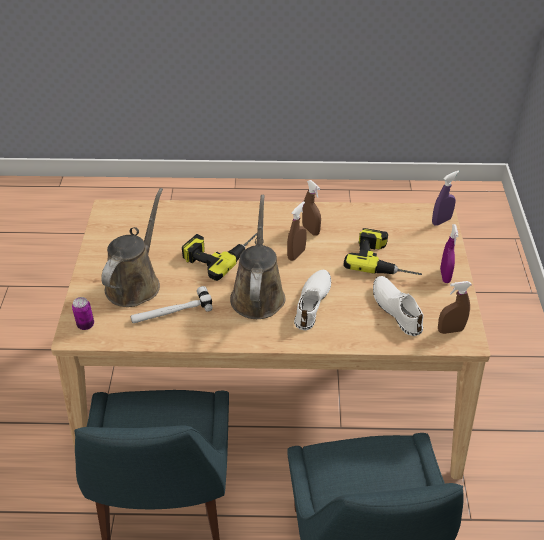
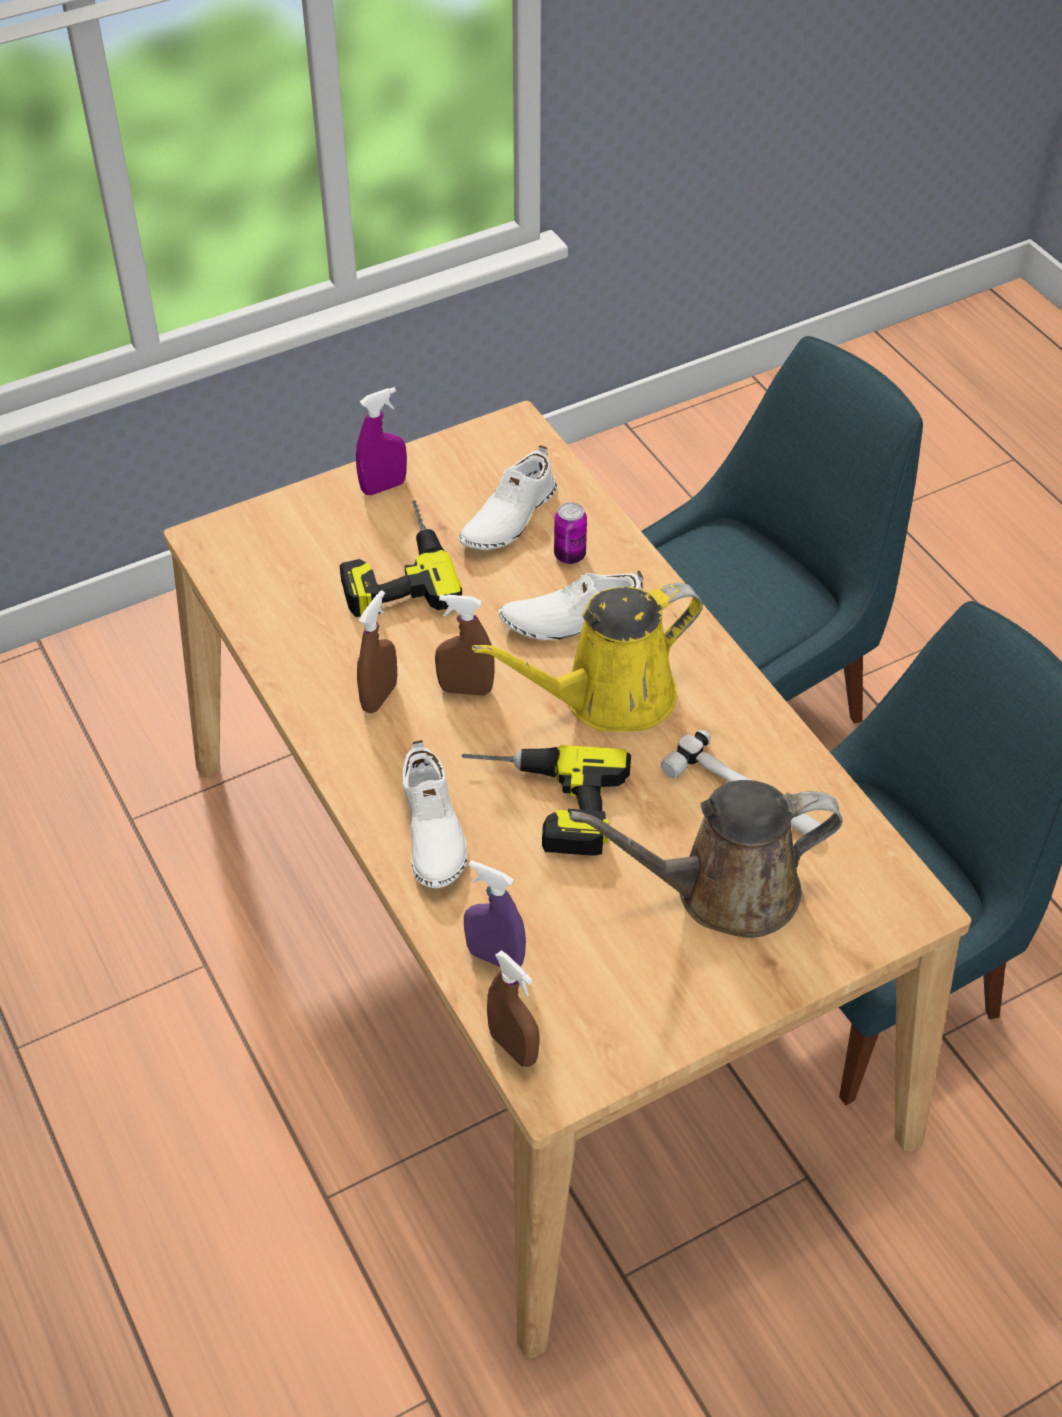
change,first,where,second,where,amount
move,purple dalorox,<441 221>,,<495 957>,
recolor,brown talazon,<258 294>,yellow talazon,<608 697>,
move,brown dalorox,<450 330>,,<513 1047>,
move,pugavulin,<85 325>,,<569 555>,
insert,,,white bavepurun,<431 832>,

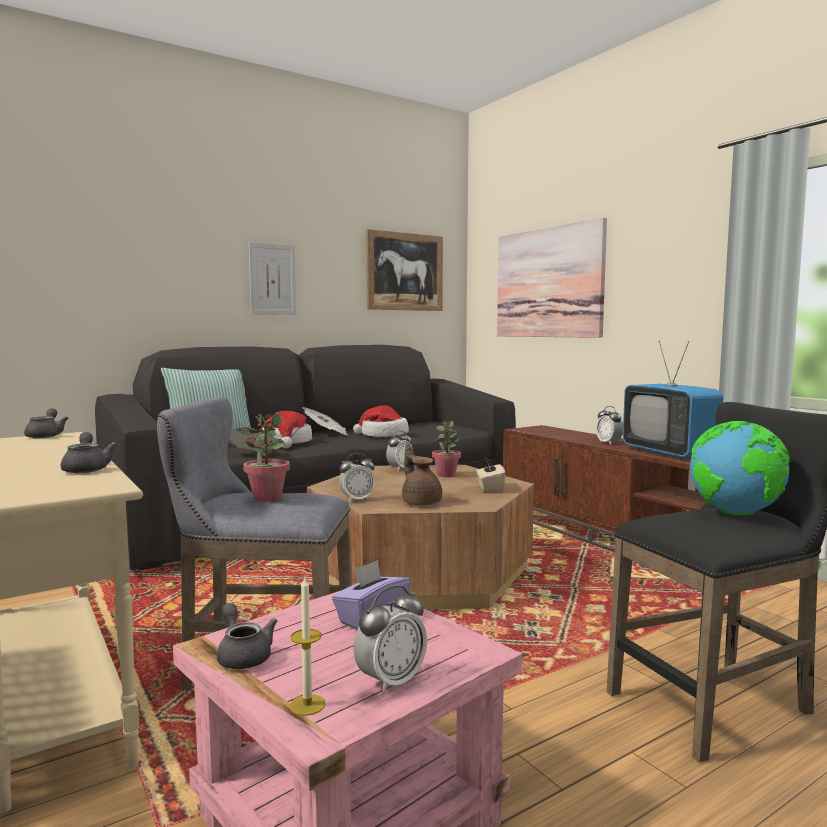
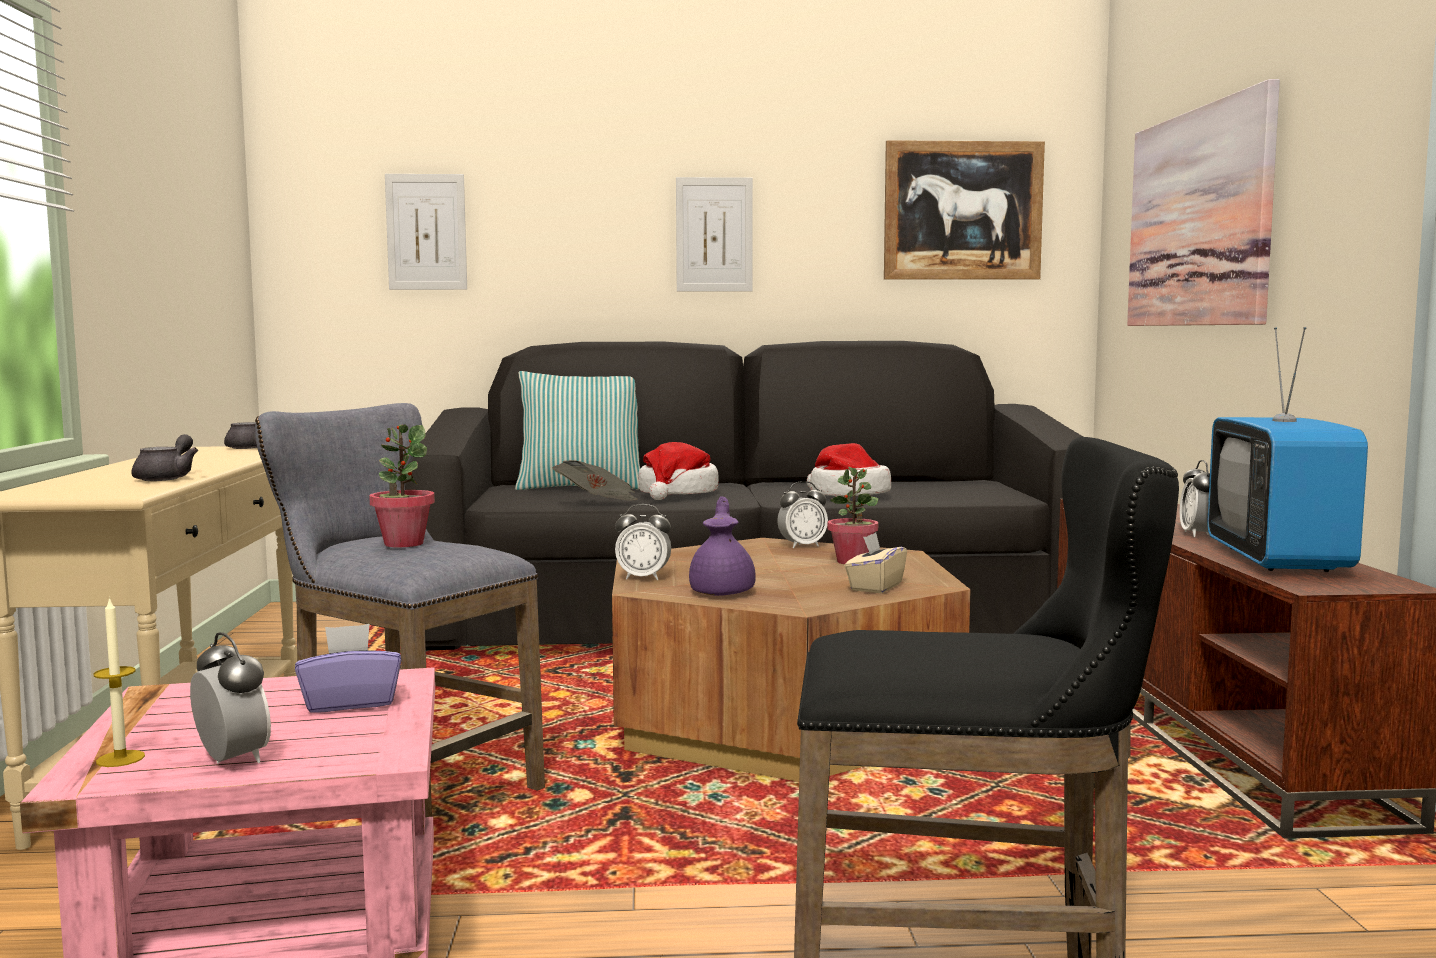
change,first,where,second,where,amount
delete,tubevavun,<326 434>,,,
delete,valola,<736 513>,,,
recolor,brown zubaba,<421 502>,purple zubaba,<723 592>,
rotate,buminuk,<391 681>,,<232 760>,120 degrees counterclockwise
delete,grey zubaba,<243 655>,,,
insert,,,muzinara,<426 232>,

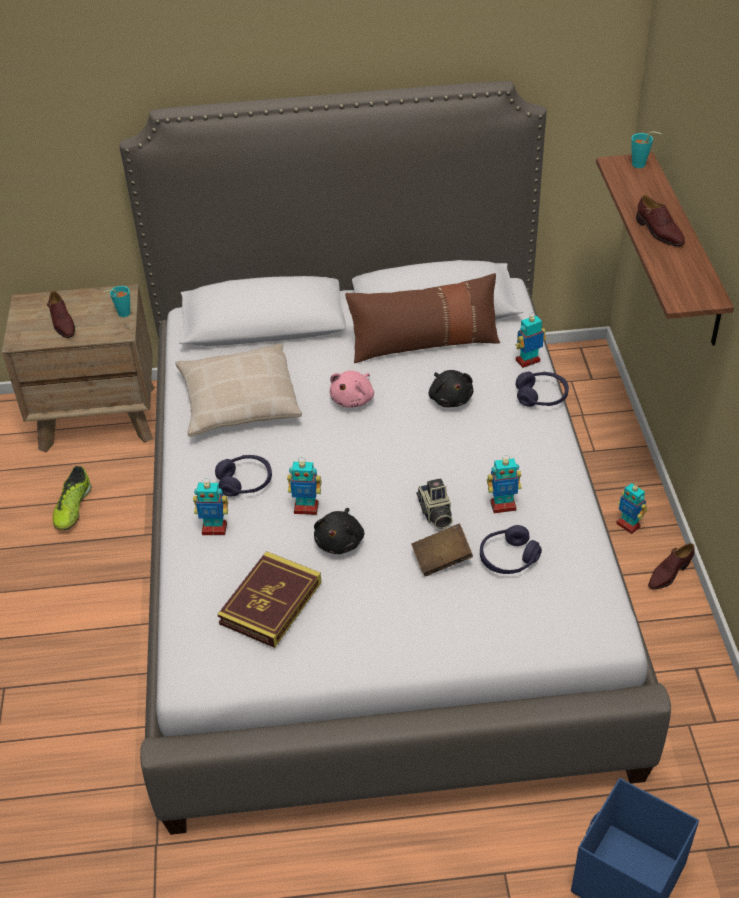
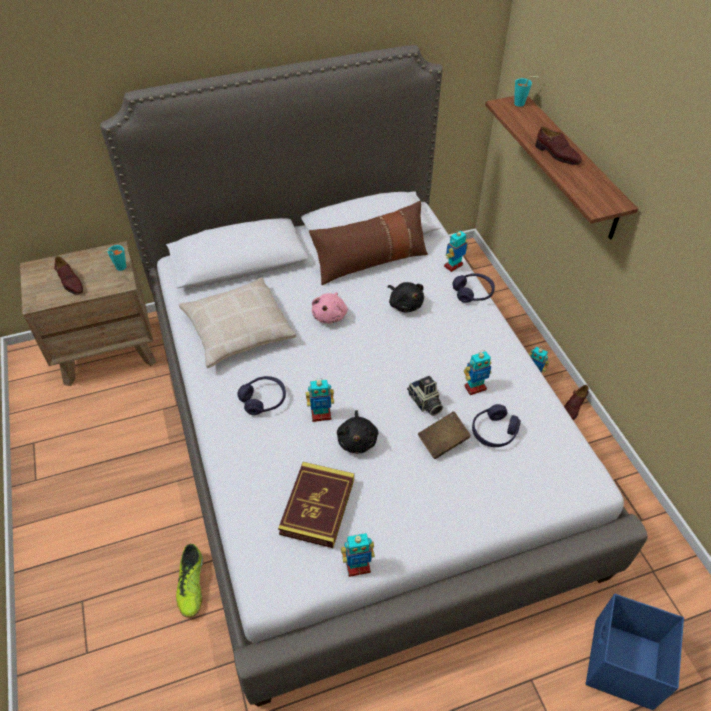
change,first,where,second,where,amount
move,bavepurun,<73 508>,,<191 585>,
move,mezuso,<214 529>,,<358 567>,

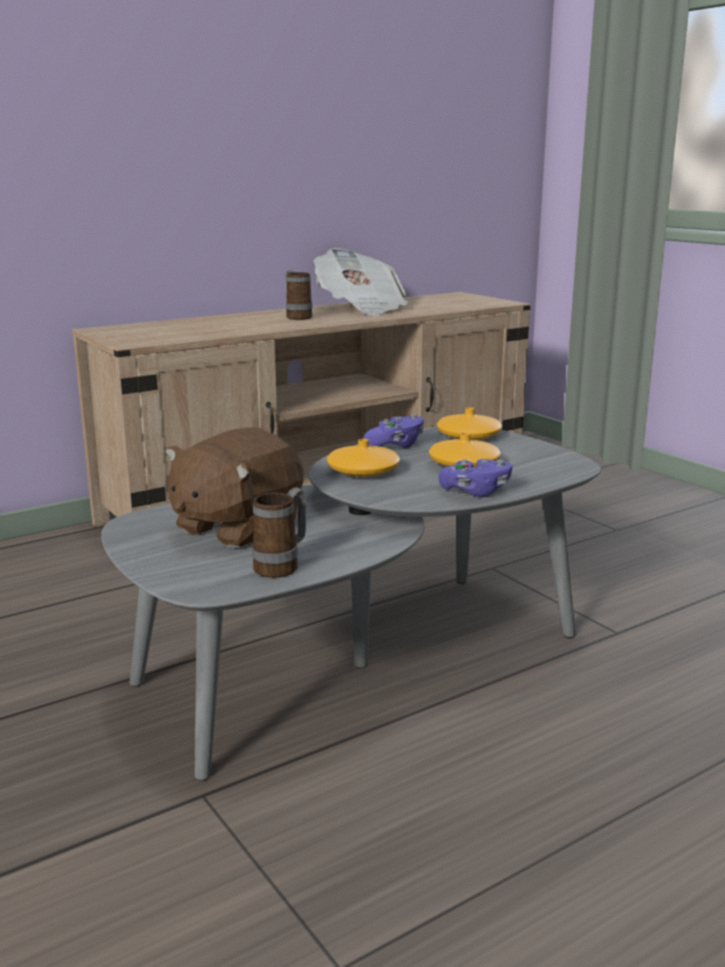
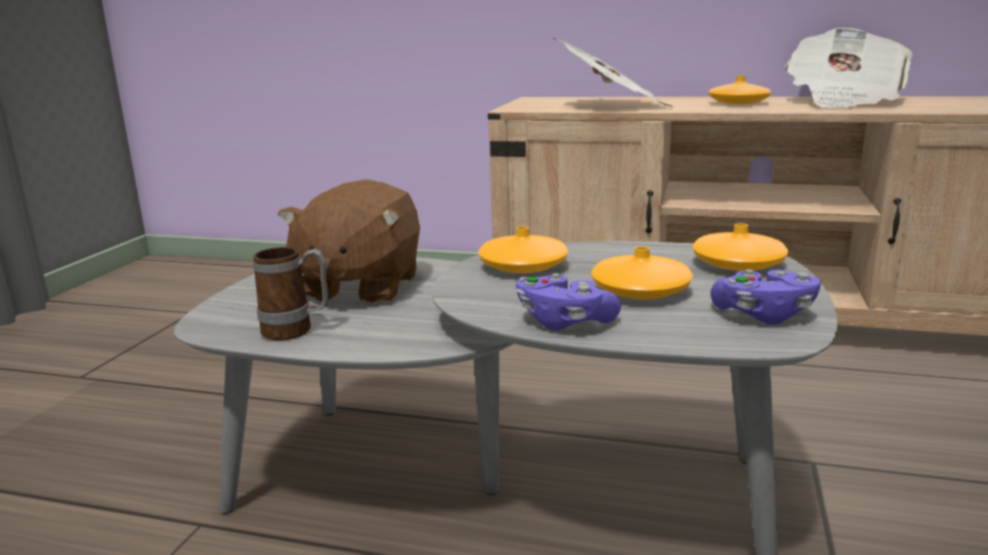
change,first,where,second,where,amount
replace,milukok,<297 317>,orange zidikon,<738 103>,
move,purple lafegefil,<396 445>,,<763 315>,
rotate,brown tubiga,<235 528>,,<360 287>,75 degrees counterclockwise
insert,,,tubevavun,<613 106>,

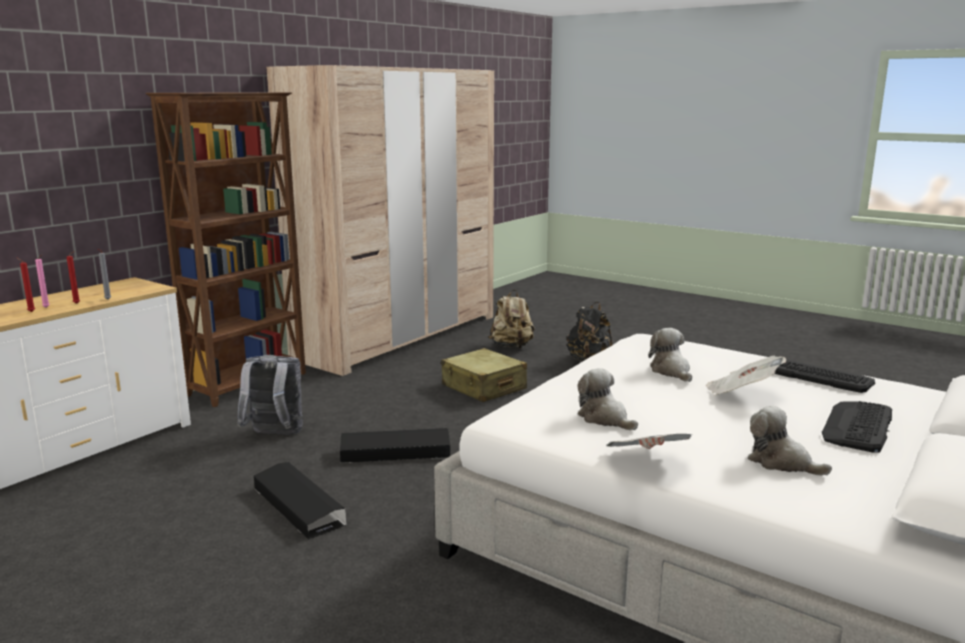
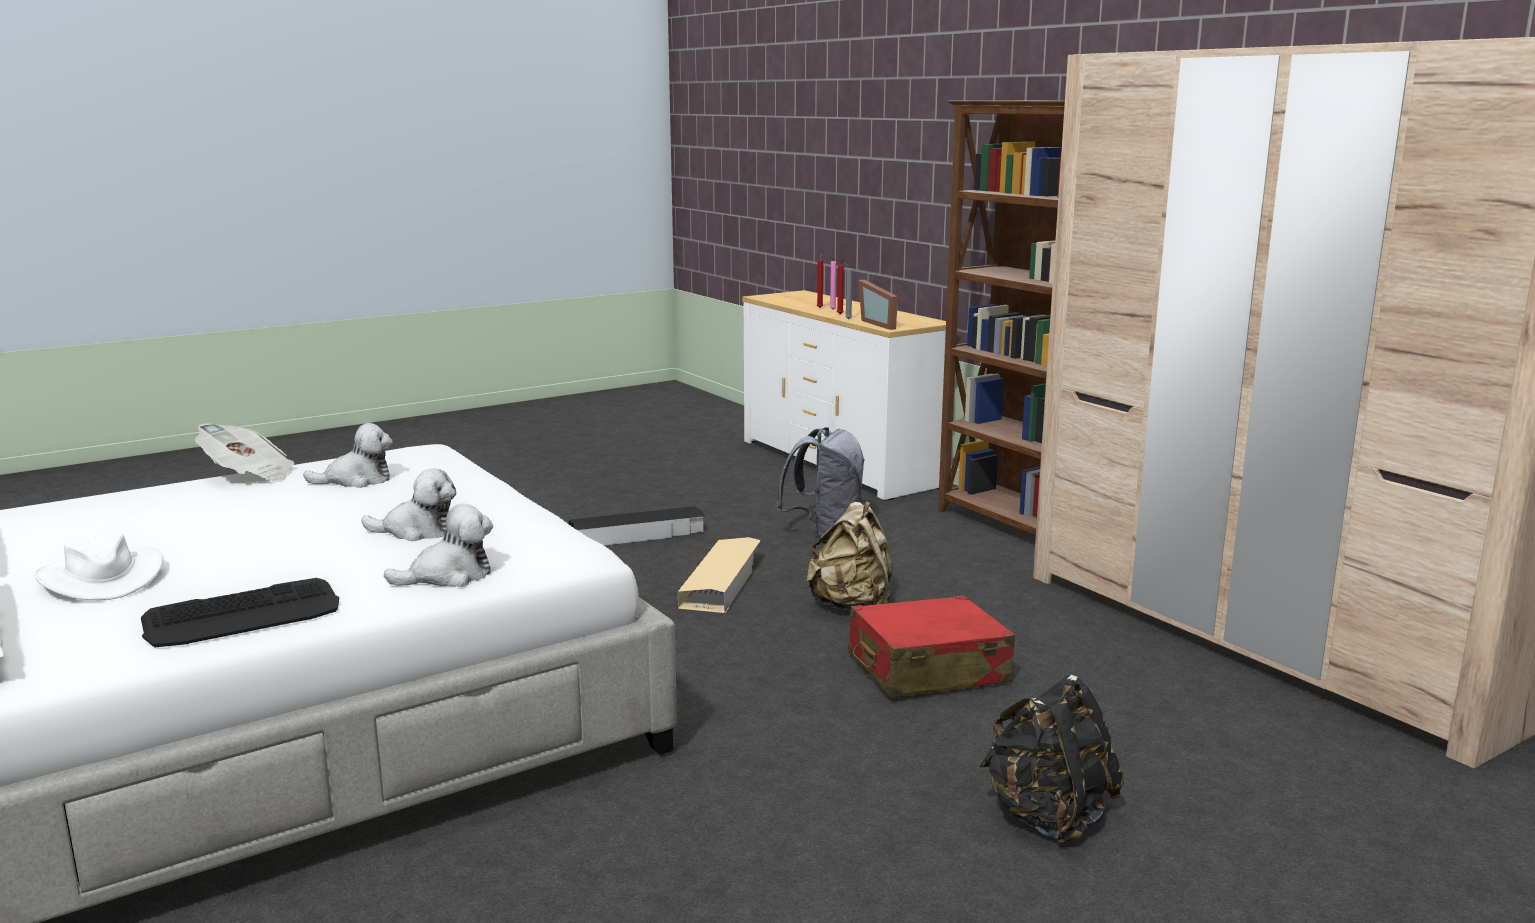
change,first,where,second,where,amount
move,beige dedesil,<512 347>,,<851 606>,
recolor,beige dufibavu,<484 387>,red dufibavu,<927 670>,
delete,tubevavun,<741 393>,,,
replace,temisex,<858 426>,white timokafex,<101 578>,
move,tubiga,<781 462>,,<448 576>,
recolor,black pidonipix,<395 452>,beige pidonipix,<722 583>,
insert,,,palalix,<882 324>,

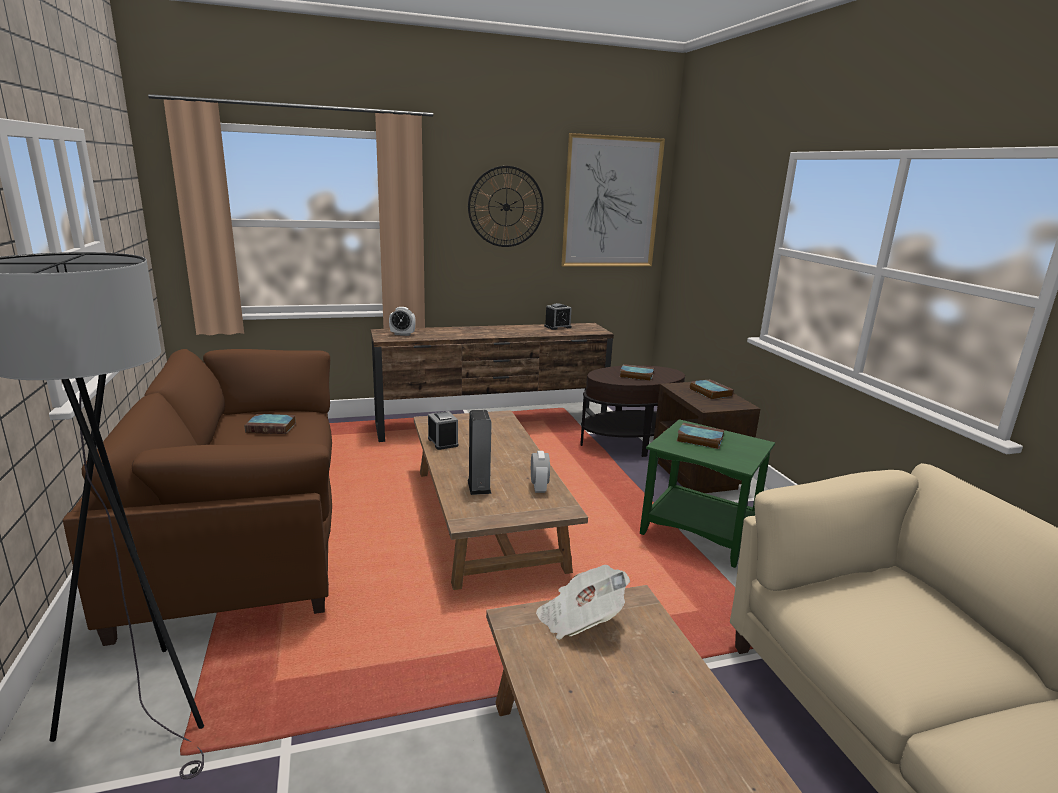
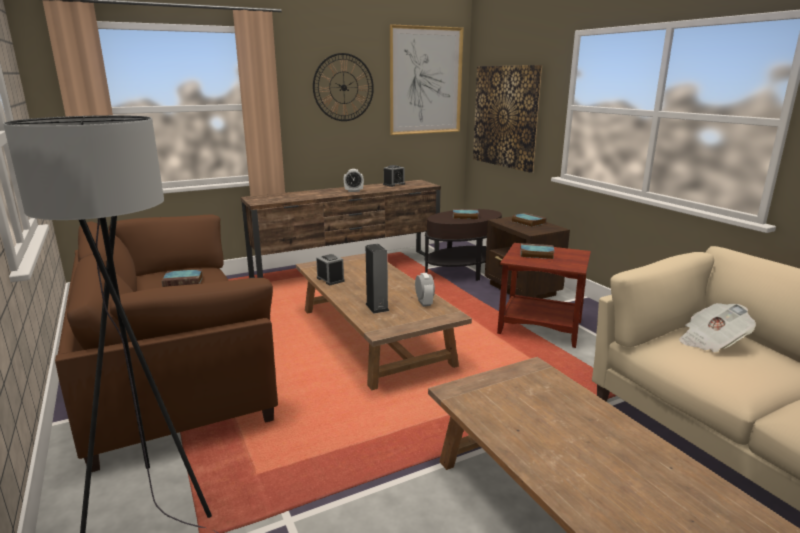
change,first,where,second,where,amount
move,buminuk,<402 334>,,<353 191>,
recolor,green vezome,<699 532>,brown vezome,<540 327>,
move,tubevavun,<580 620>,,<711 342>,
insert,,,muzinara,<505 117>,

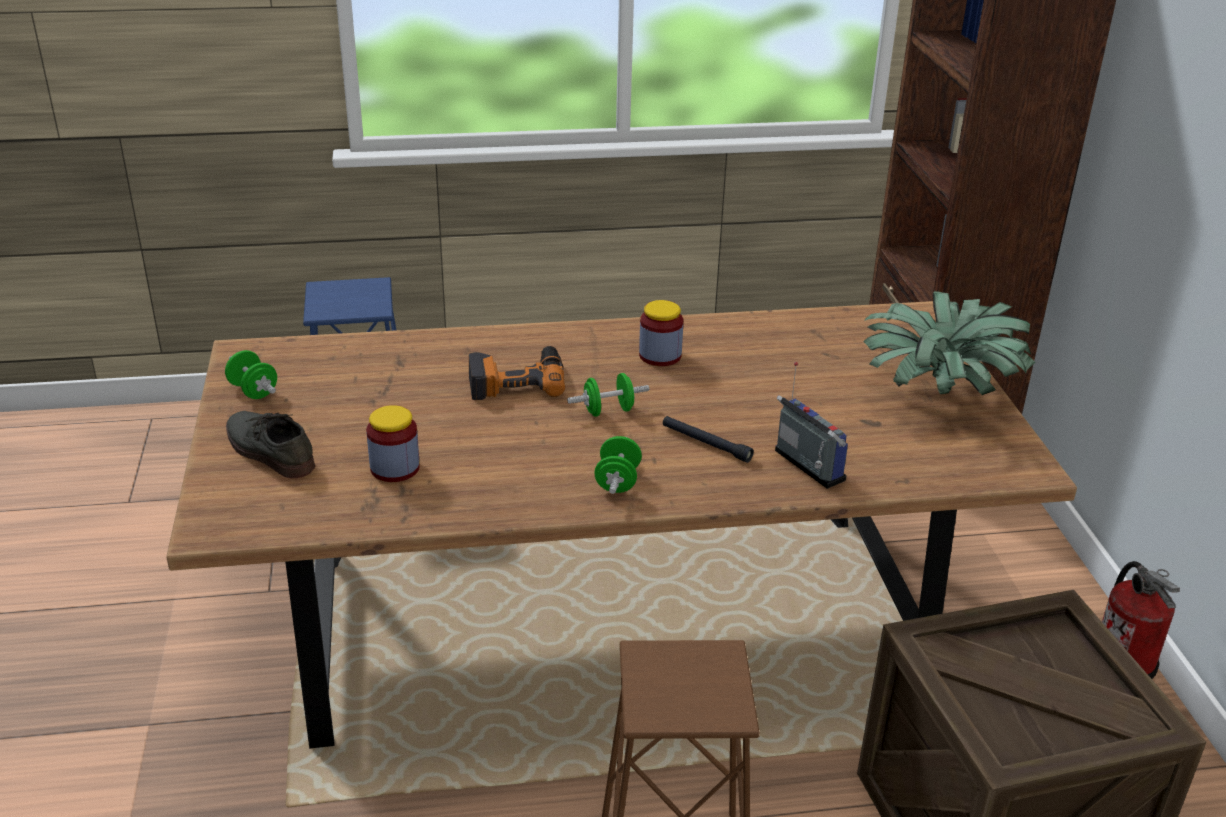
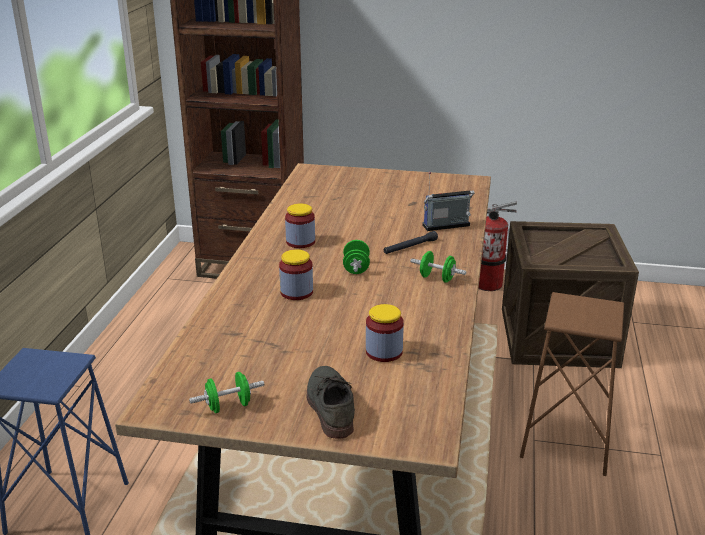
change,first,where,second,where,amount
delete,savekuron,<938 396>,,,
replace,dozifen,<516 380>,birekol,<296 292>,
rotate,grey bavepurun,<268 450>,,<329 405>,105 degrees clockwise

